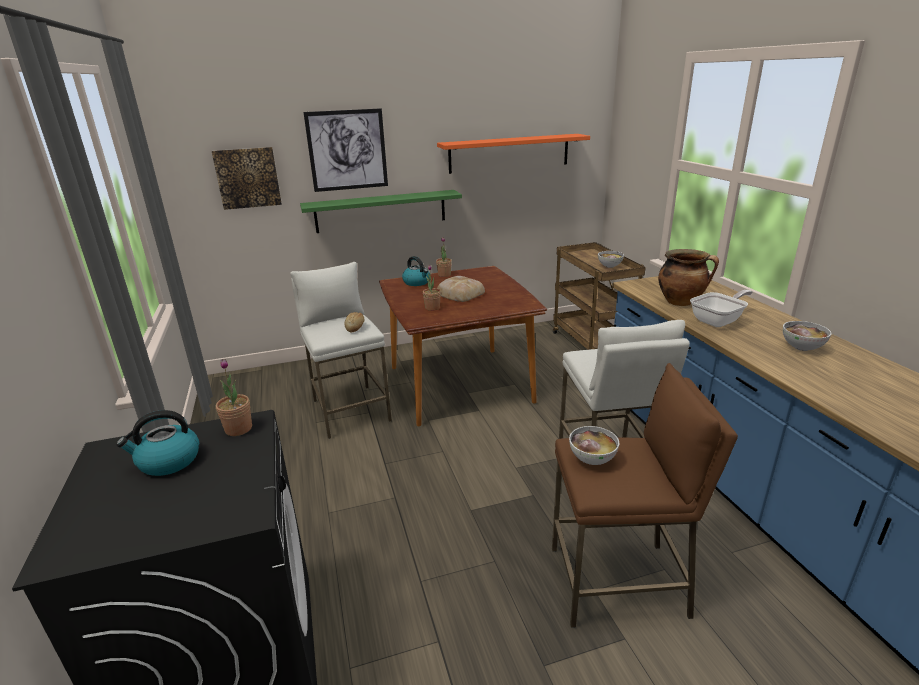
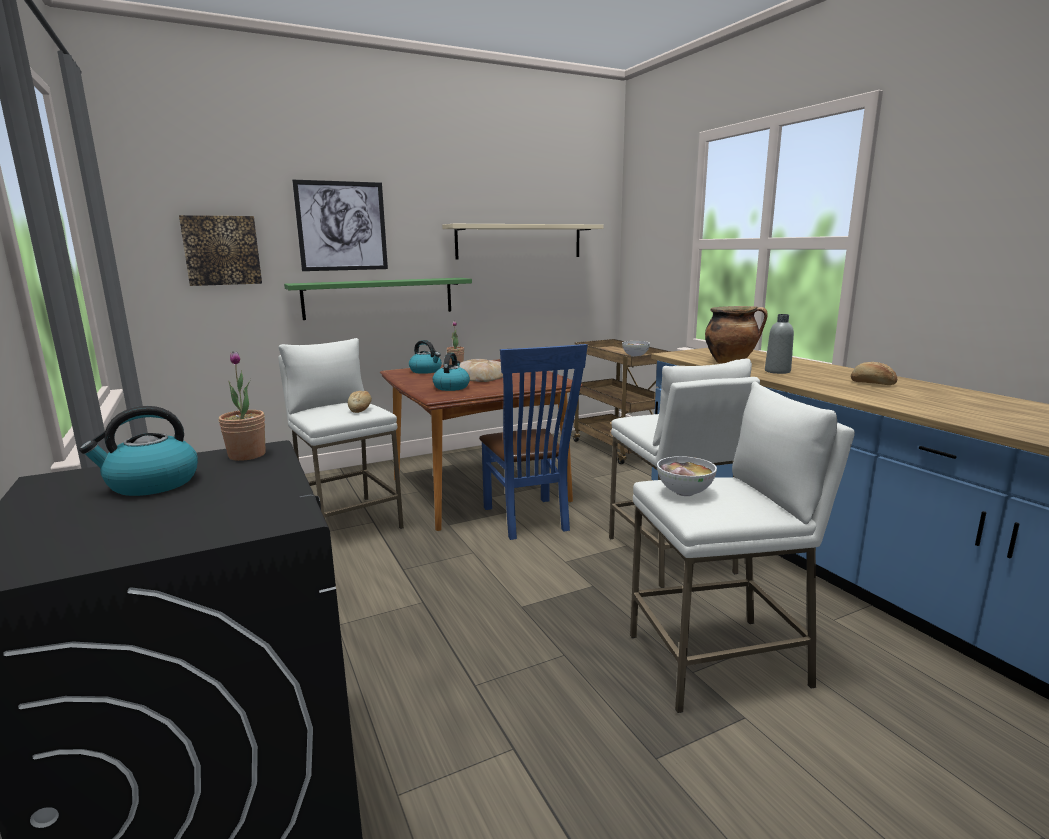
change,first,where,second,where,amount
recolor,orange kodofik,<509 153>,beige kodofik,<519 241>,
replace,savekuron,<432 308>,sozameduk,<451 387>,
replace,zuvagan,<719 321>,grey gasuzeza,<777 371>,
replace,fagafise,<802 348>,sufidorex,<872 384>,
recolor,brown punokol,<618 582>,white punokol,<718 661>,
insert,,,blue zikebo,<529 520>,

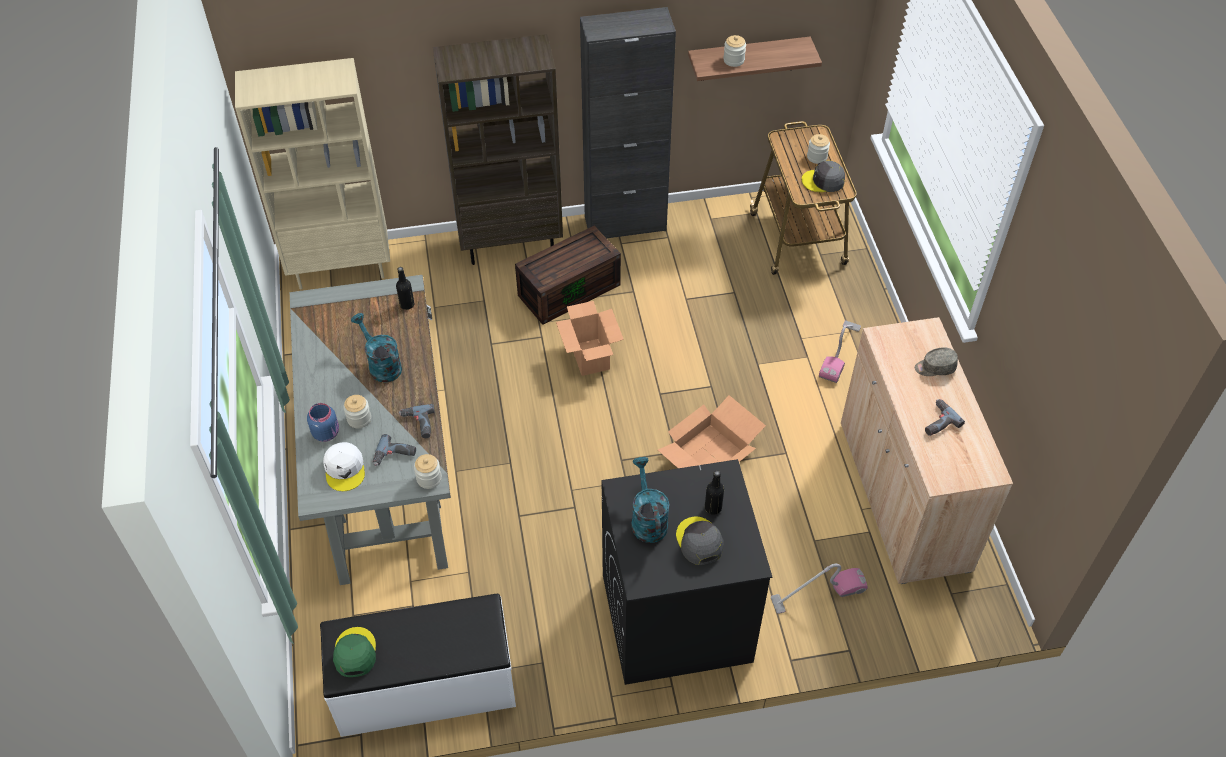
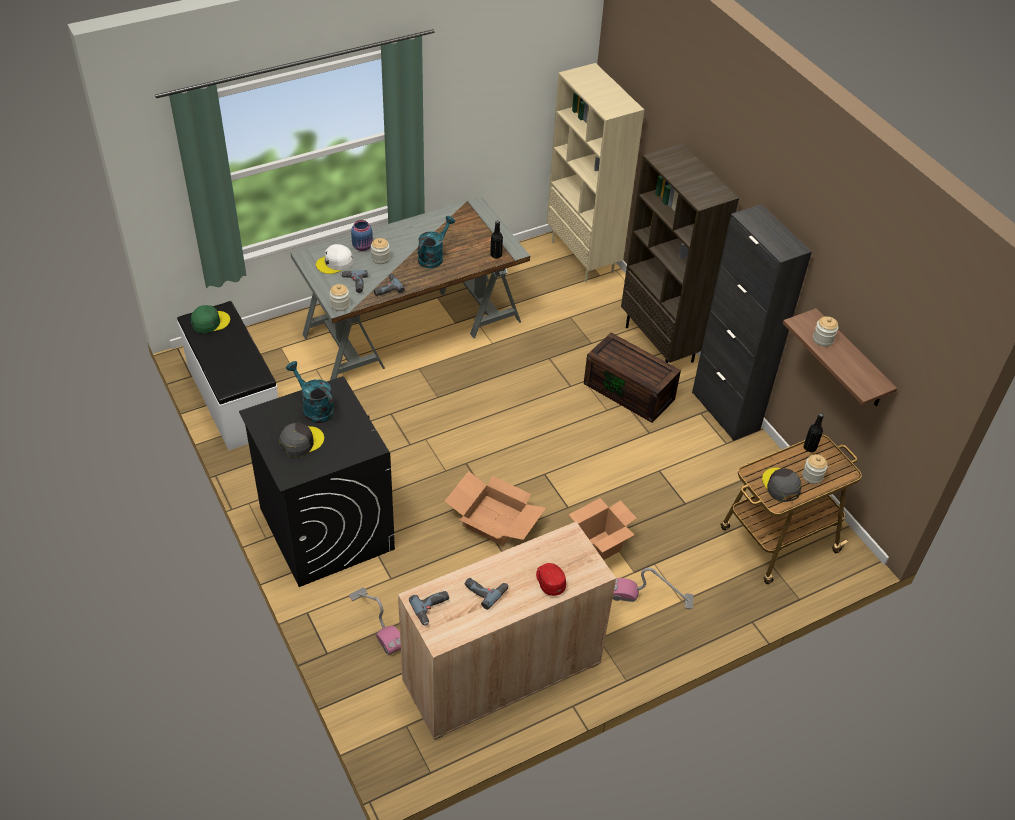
change,first,where,second,where,amount
move,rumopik,<590 358>,,<597 549>,
recolor,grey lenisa,<935 368>,red lenisa,<549 581>,
rotate,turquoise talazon,<647 519>,,<314 408>,105 degrees counterclockwise
move,black gasuzeza,<713 507>,,<809 447>,
insert,,,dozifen,<432 609>,

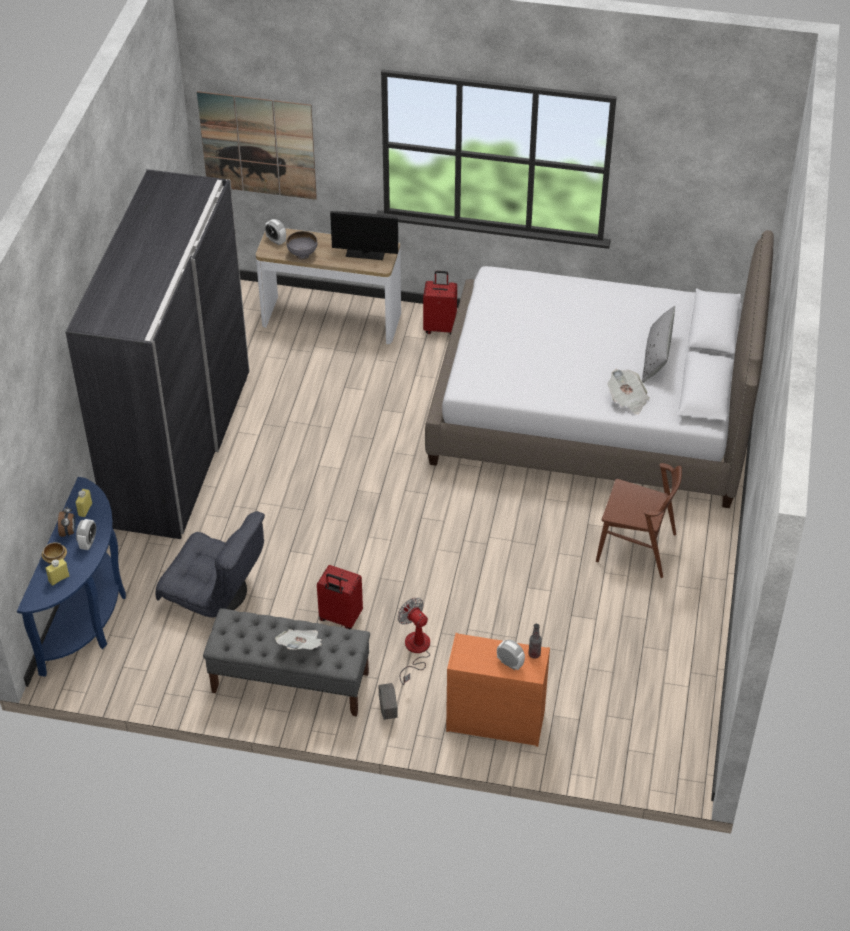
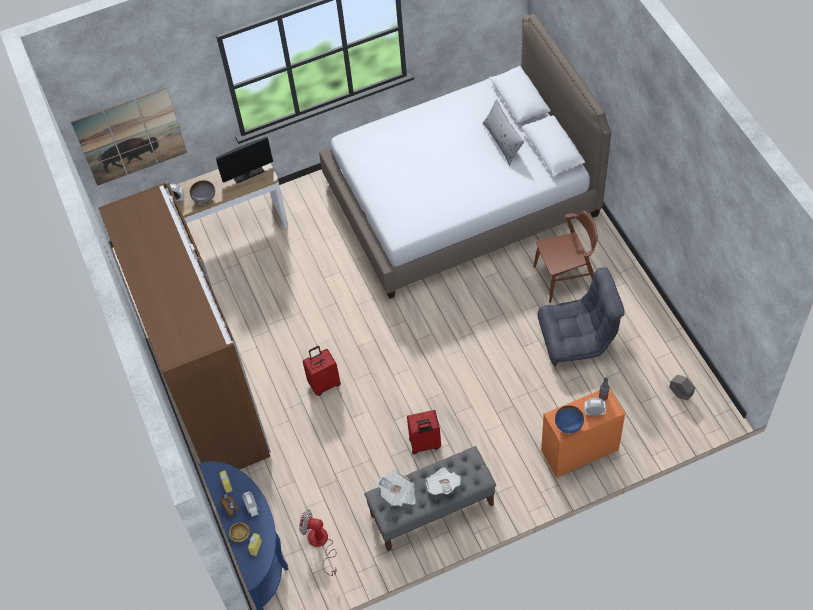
change,first,where,second,where,amount
recolor,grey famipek,<179 447>,brown famipek,<208 390>,
move,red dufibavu,<440 327>,,<324 383>,
move,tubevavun,<627 399>,,<398 494>,
move,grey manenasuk,<216 594>,,<577 340>,
move,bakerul,<415 651>,,<320 544>,
move,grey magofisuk,<388 712>,,<680 394>,
insert,,,blue fagafise,<568 426>,

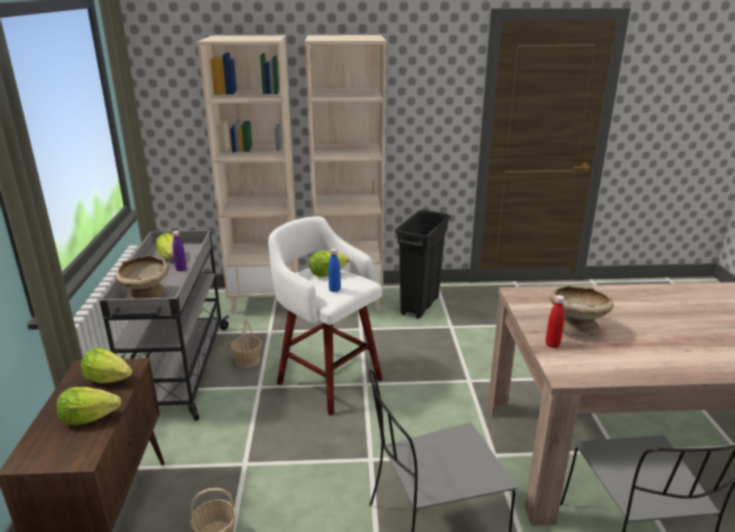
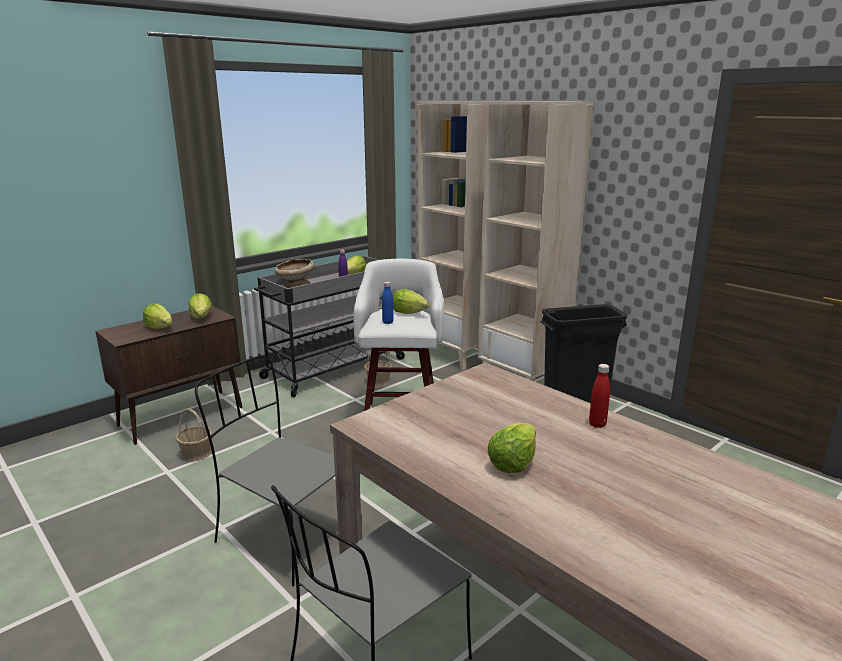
change,first,where,second,where,amount
delete,beige fagafise,<575 328>,,,
move,red gasuzeza,<552 344>,,<597 424>,
insert,,,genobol,<512 463>,

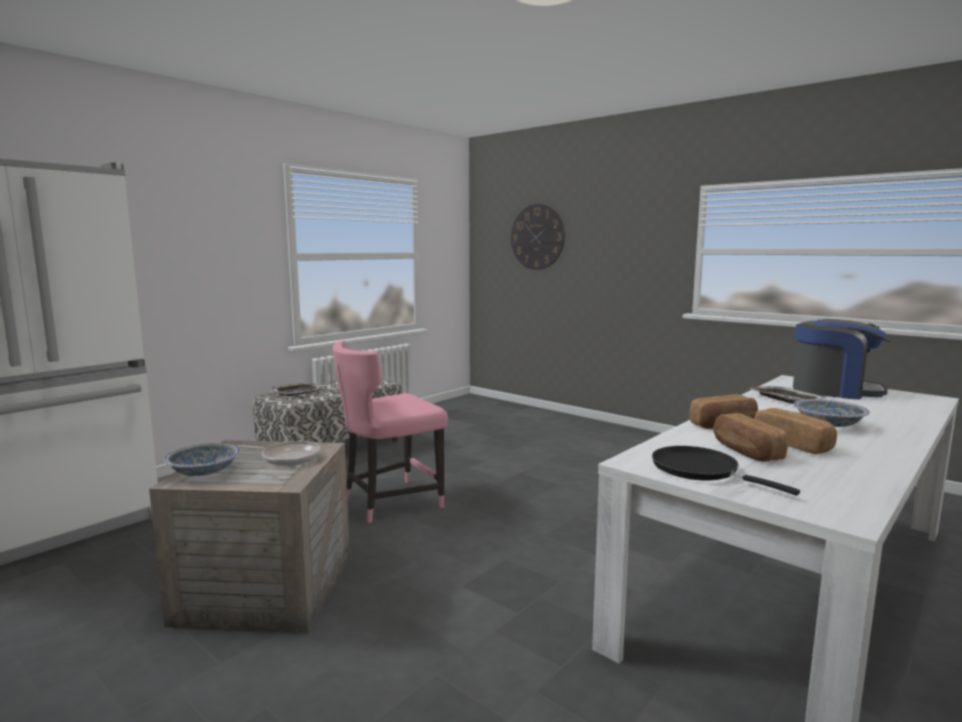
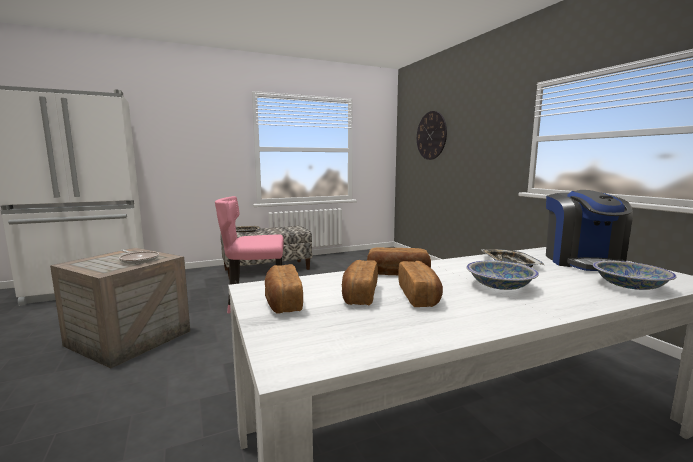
change,first,where,second,where,amount
rotate,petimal,<834 390>,,<582 261>,45 degrees clockwise
move,fagafise,<204 472>,,<629 286>,
replace,black zuvagan,<700 470>,sufidorex,<282 301>,

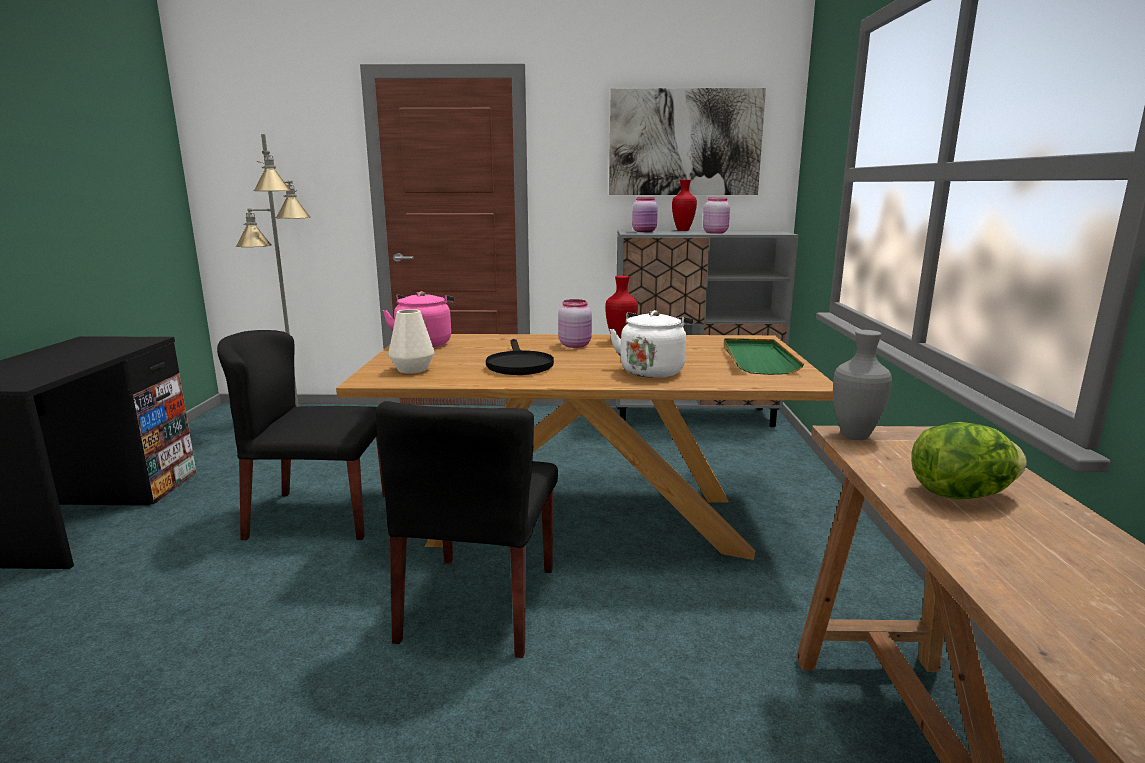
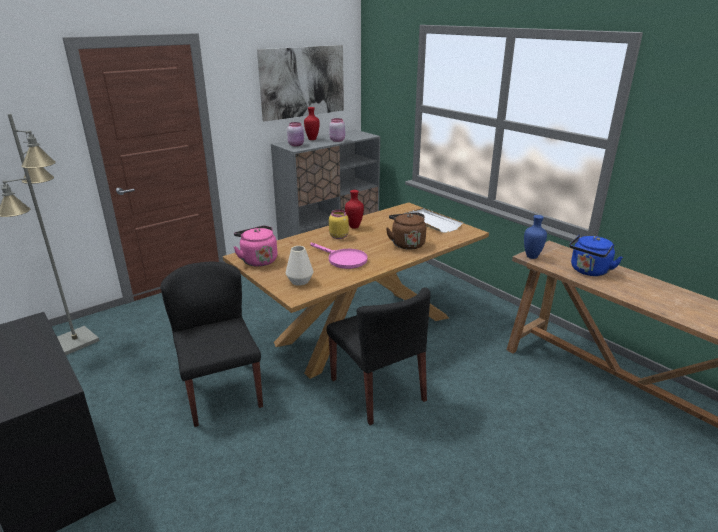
change,first,where,second,where,amount
recolor,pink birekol,<575 345>,yellow birekol,<338 236>,
recolor,white sozameduk,<652 371>,brown sozameduk,<407 244>,
rotate,black zikebo,<319 515>,,<221 391>,105 degrees clockwise
recolor,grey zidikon,<853 436>,blue zidikon,<531 257>,
recolor,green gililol,<757 359>,white gililol,<431 222>,
recolor,black zuvagan,<518 364>,pink zuvagan,<343 259>,
replace,genobol,<960 495>,blue sozameduk,<589 271>,

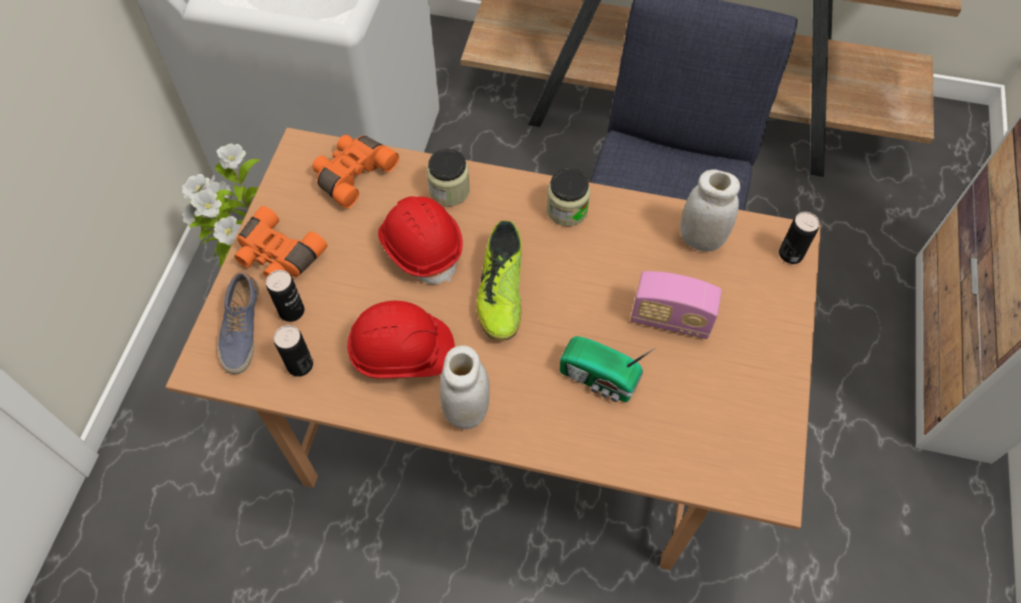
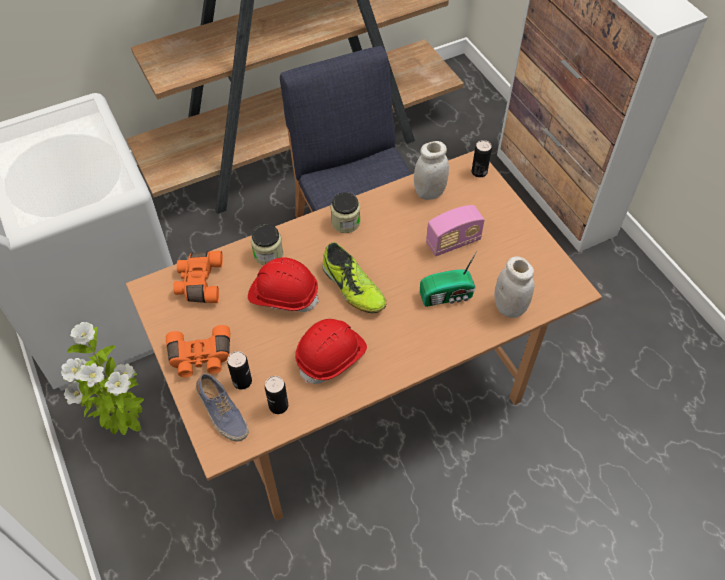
change,first,where,second,where,amount
move,white birekol,<466 410>,,<509 307>,

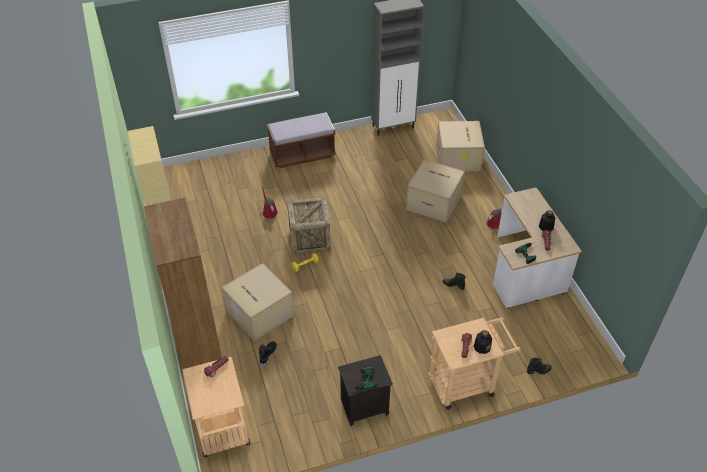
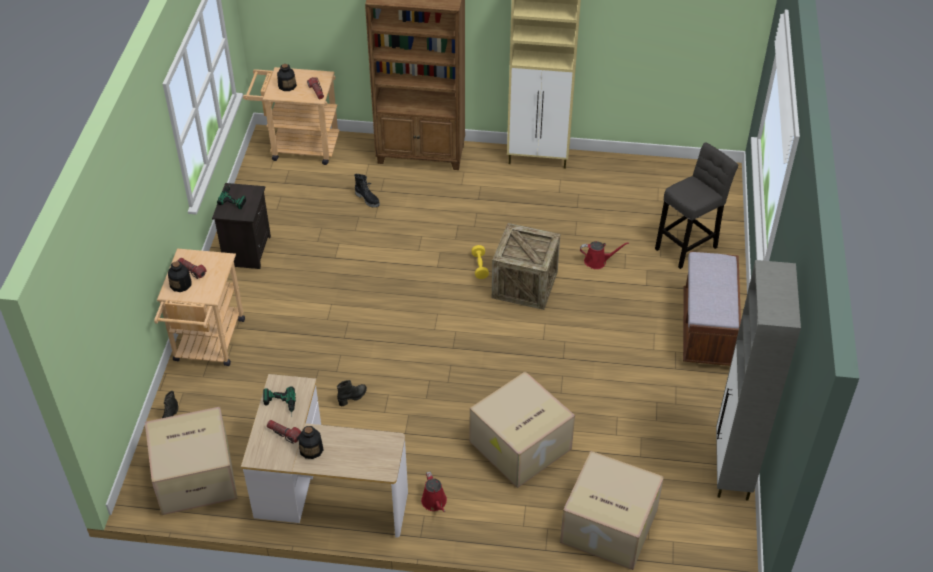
change,first,where,second,where,amount
move,rumopik,<258 313>,,<196 475>,
insert,,,gasuzeza,<287 86>,
insert,,,grey punokol,<688 246>,

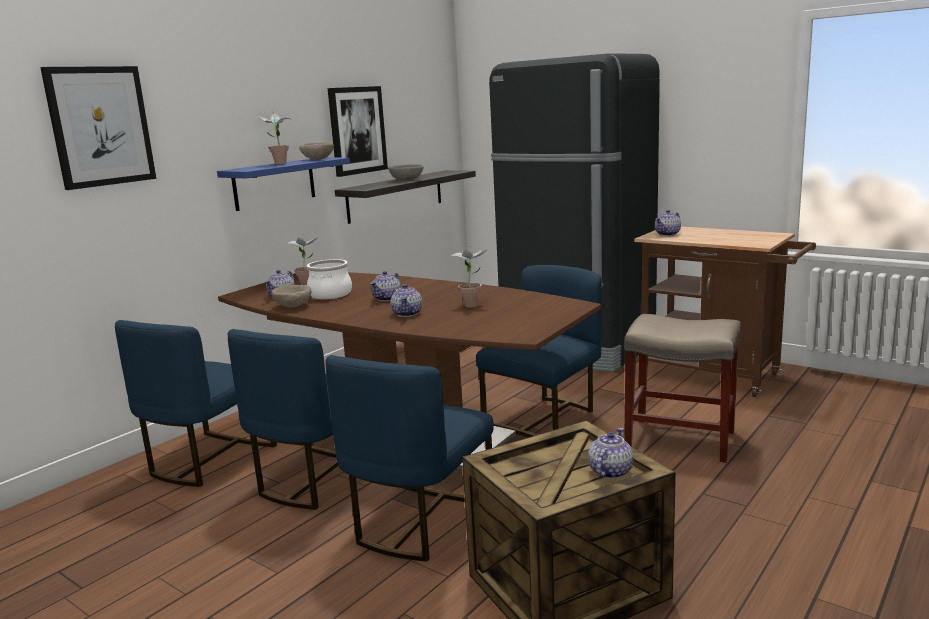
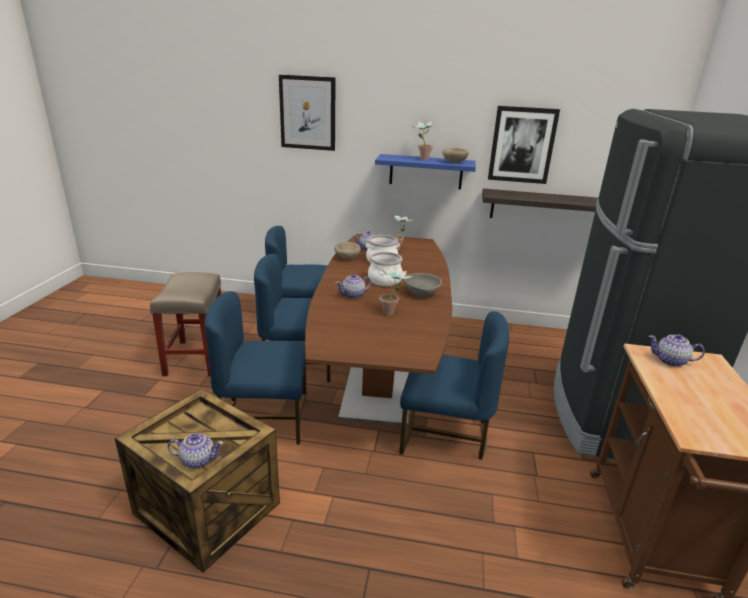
change,first,where,second,where,amount
move,grey fagafise,<407 180>,,<421 293>,
replace,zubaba,<387 298>,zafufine,<385 280>,
move,beige punokol,<682 439>,,<196 358>,

